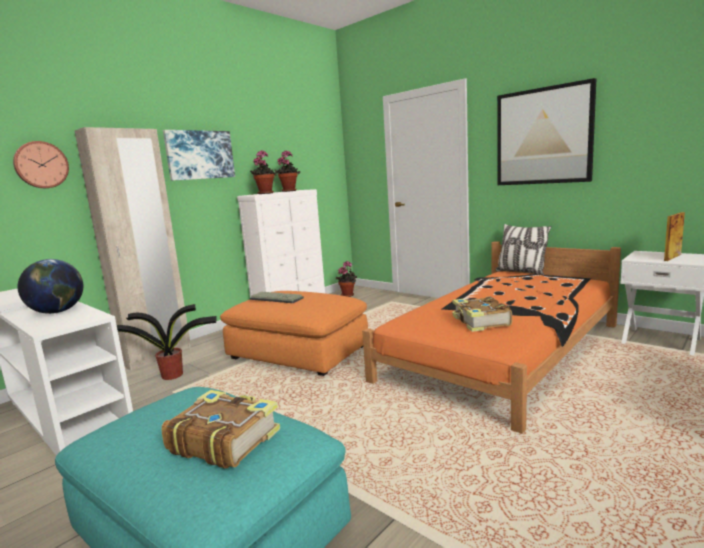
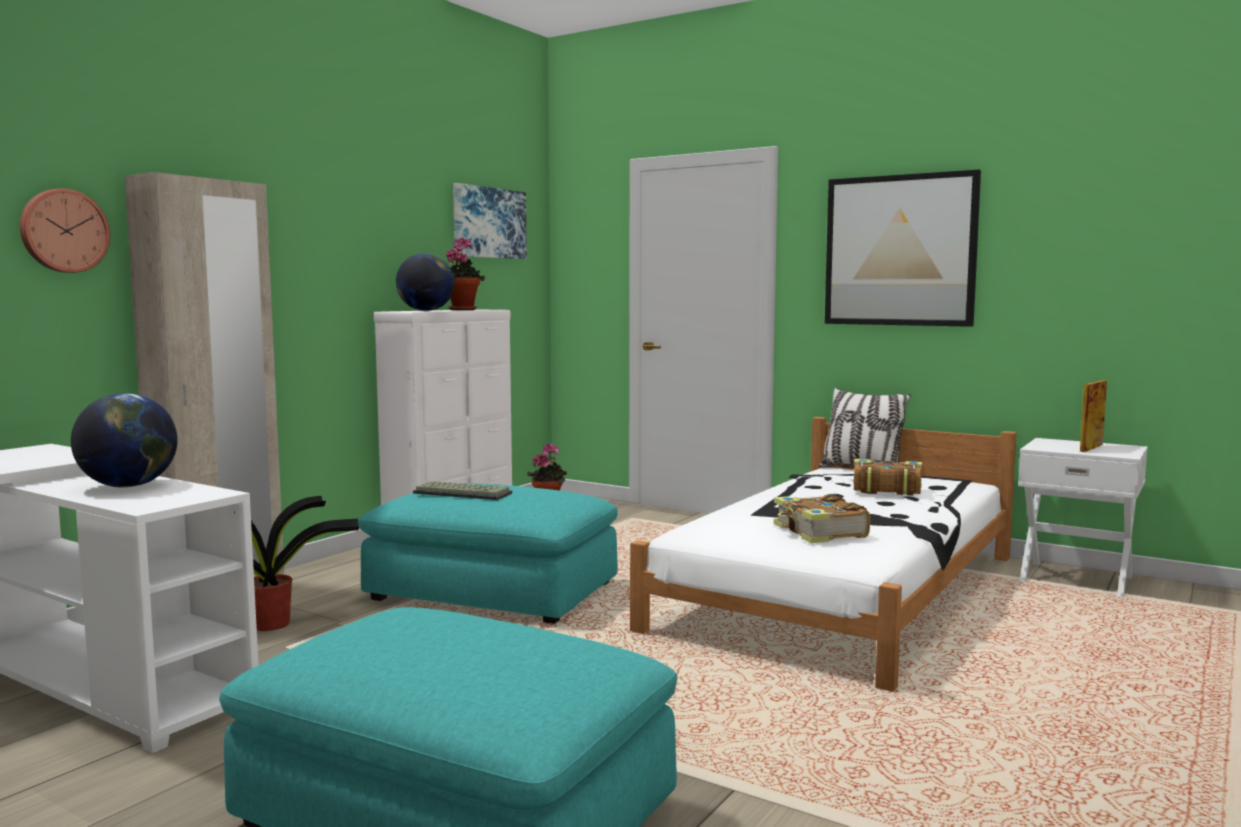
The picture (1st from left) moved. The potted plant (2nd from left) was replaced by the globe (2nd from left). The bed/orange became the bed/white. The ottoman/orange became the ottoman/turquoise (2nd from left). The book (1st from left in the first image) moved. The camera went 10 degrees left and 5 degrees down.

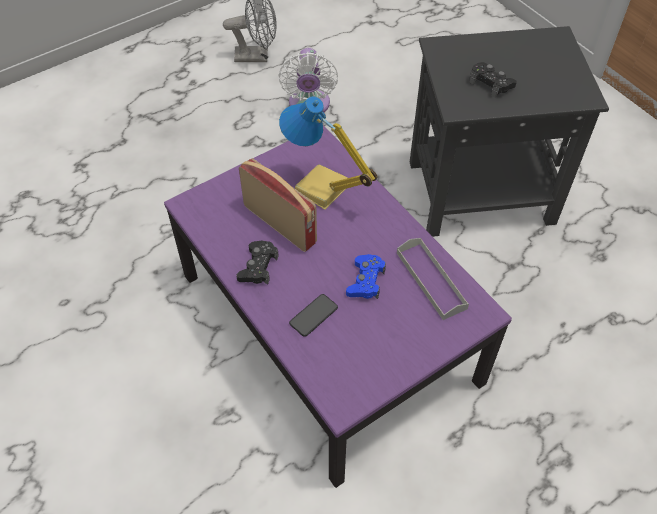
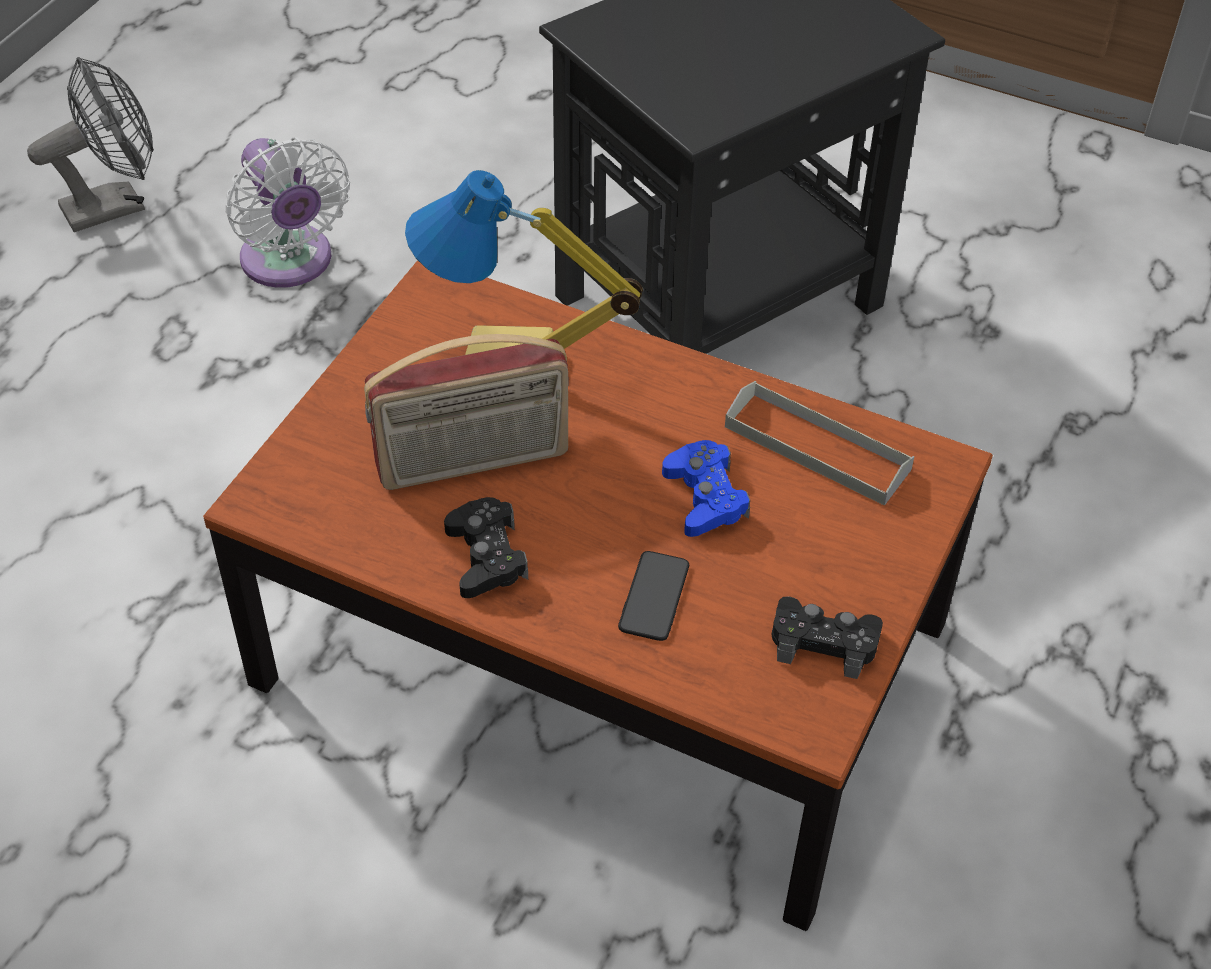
The game controller/black (2nd from left) moved. The coffee table/purple became the coffee table/brown. The radio turned 150 degrees clockwise. The camera went 30 degrees left and 5 degrees down.

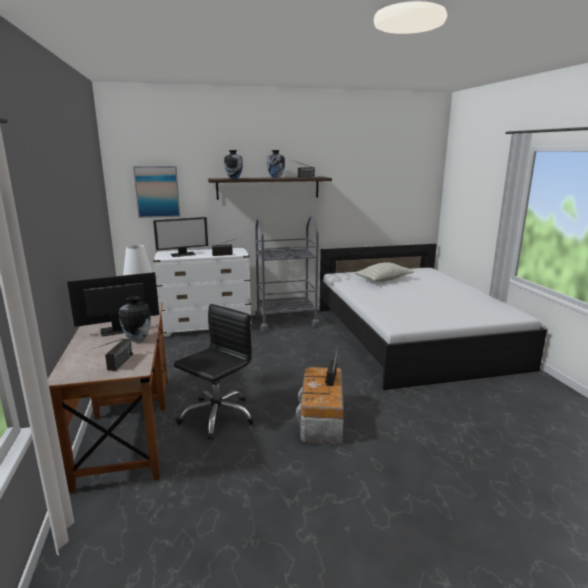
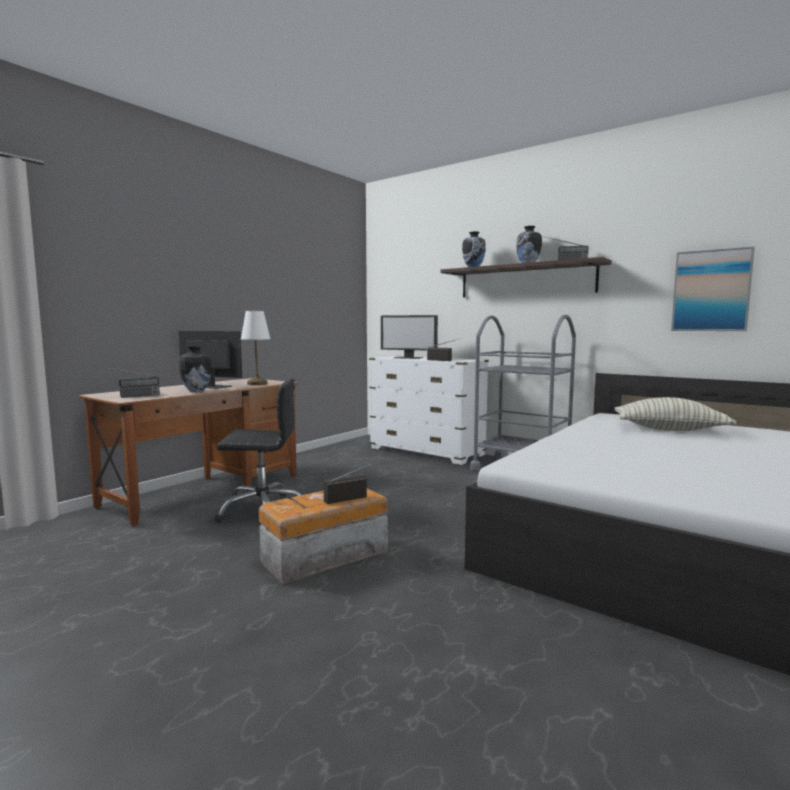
The picture moved. The camera went 50 degrees right and 10 degrees down.

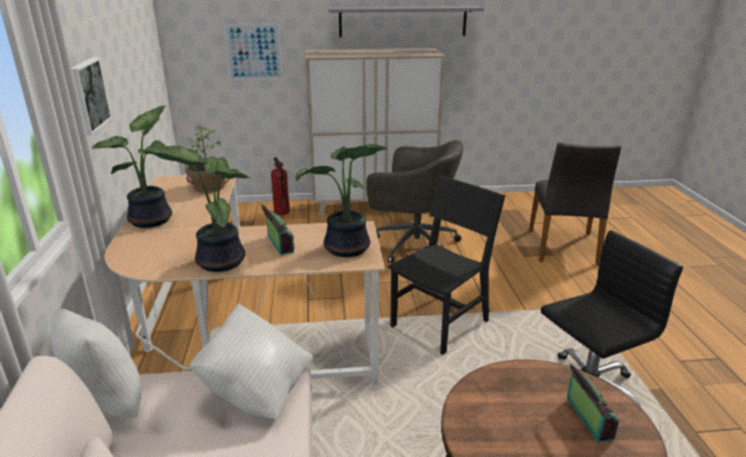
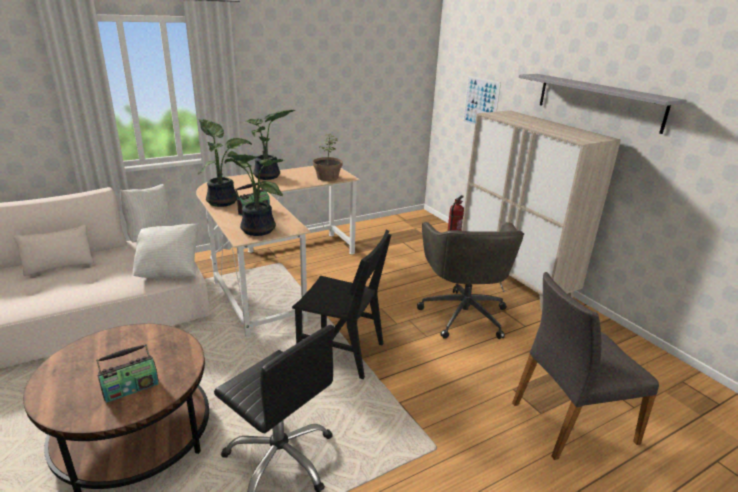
The picture (1st from left) disappeared. The camera went 65 degrees right and 0 degrees up.

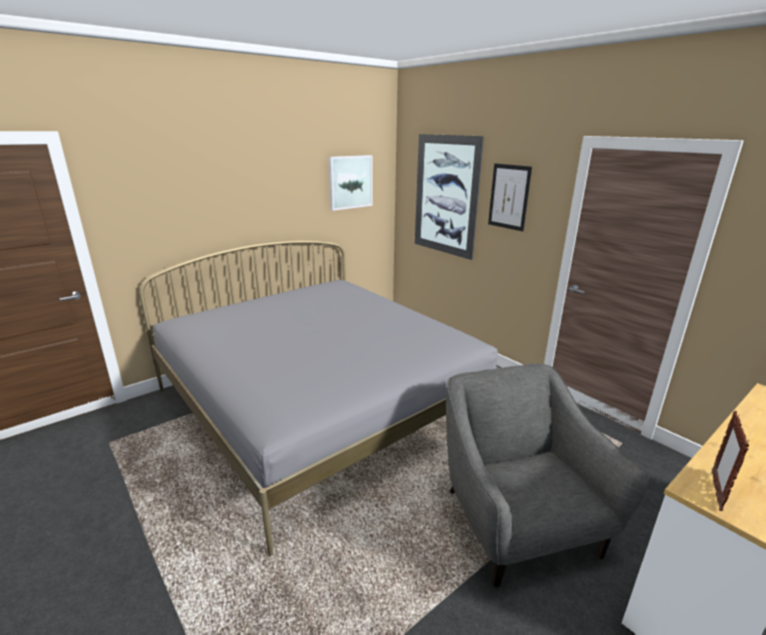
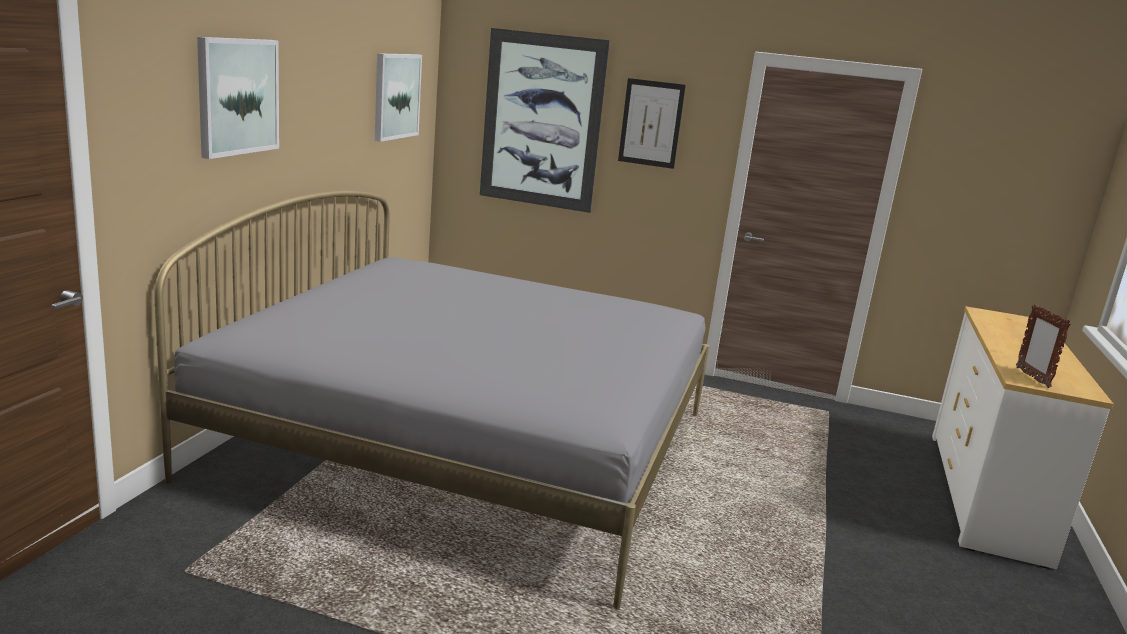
The armchair/grey disappeared. The picture (1st from left) appeared. The camera went 35 degrees left and 5 degrees down.

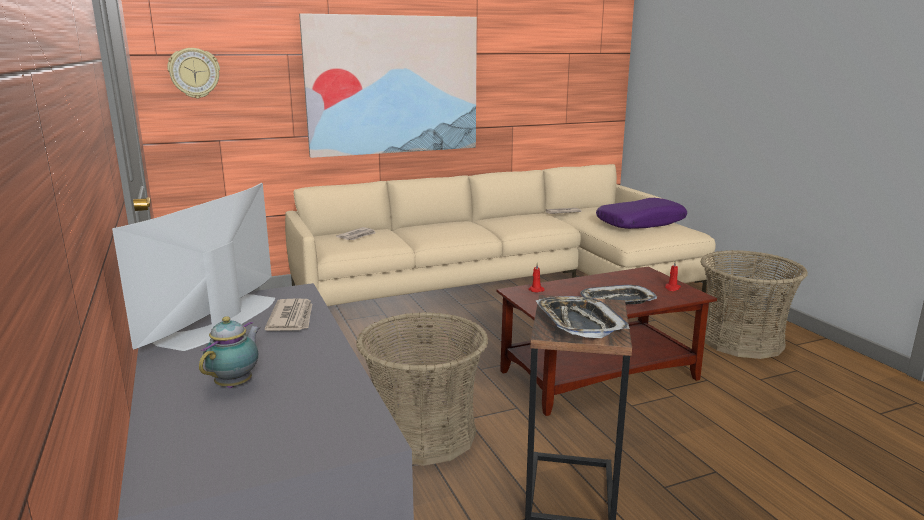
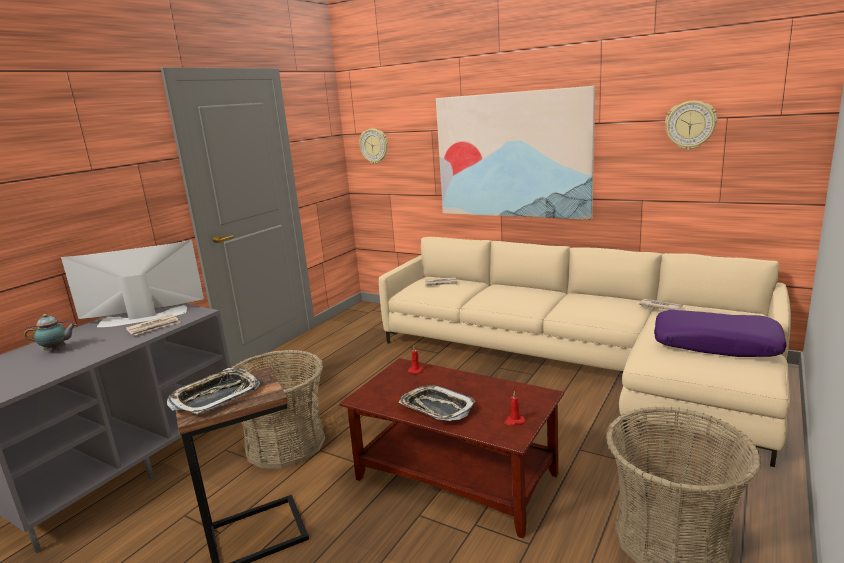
The wall clock (2nd from left) appeared. The camera went 55 degrees right and 0 degrees up.

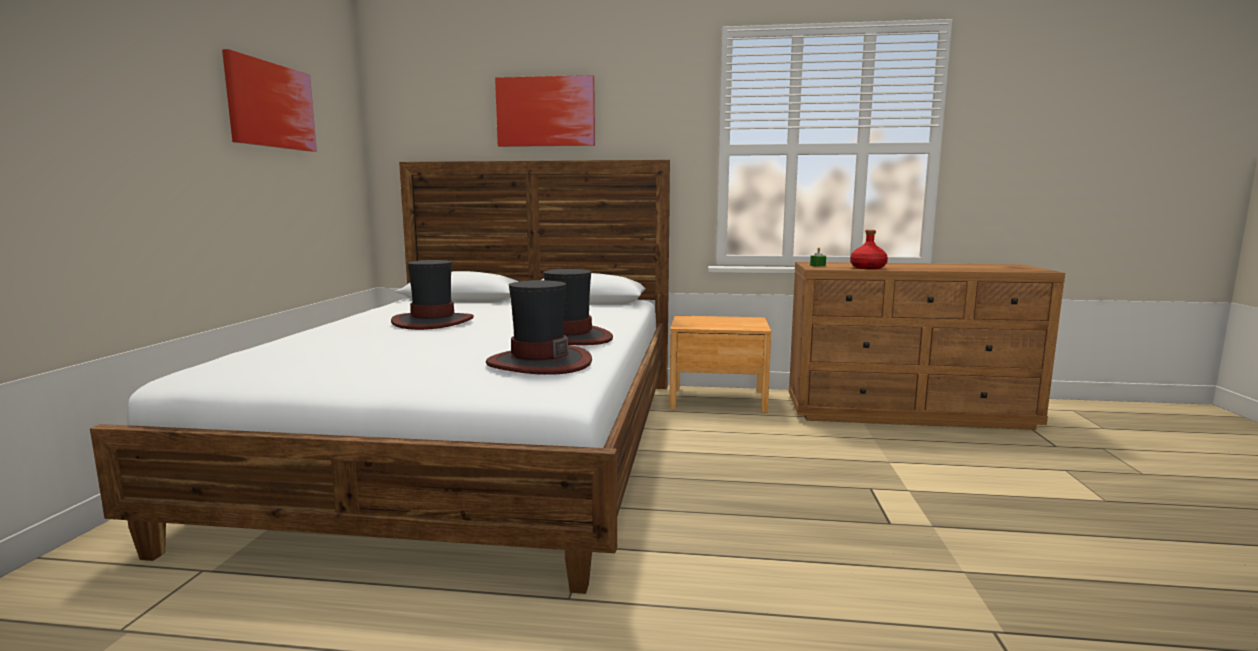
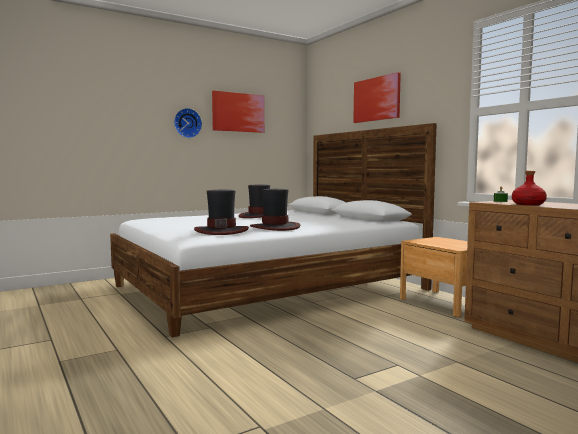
The wall clock appeared. The camera went 50 degrees right and 5 degrees down.

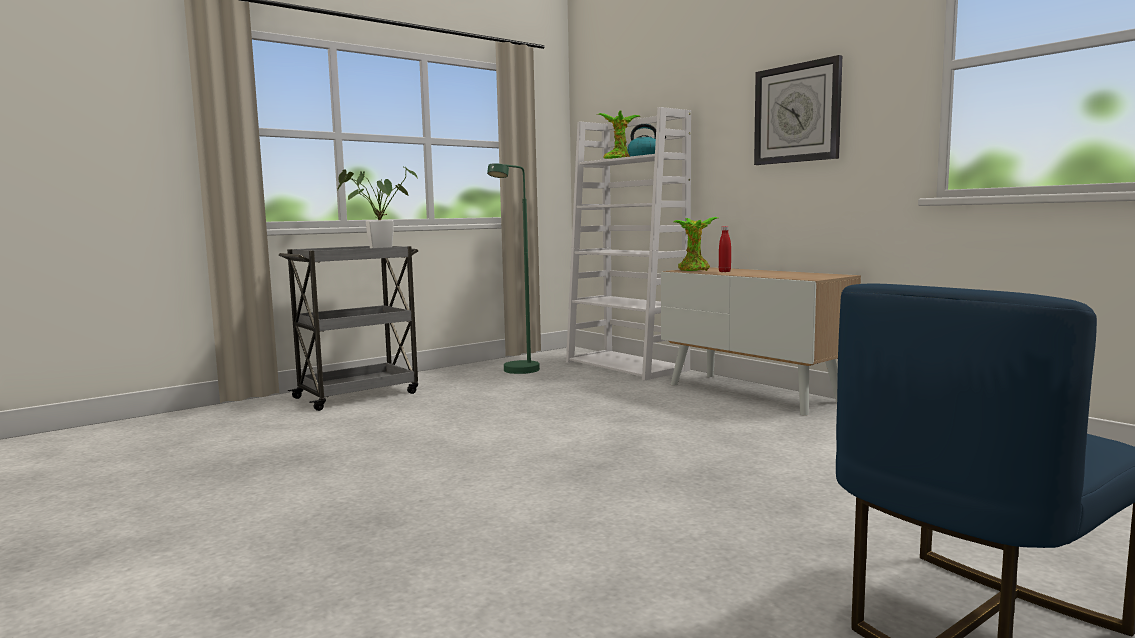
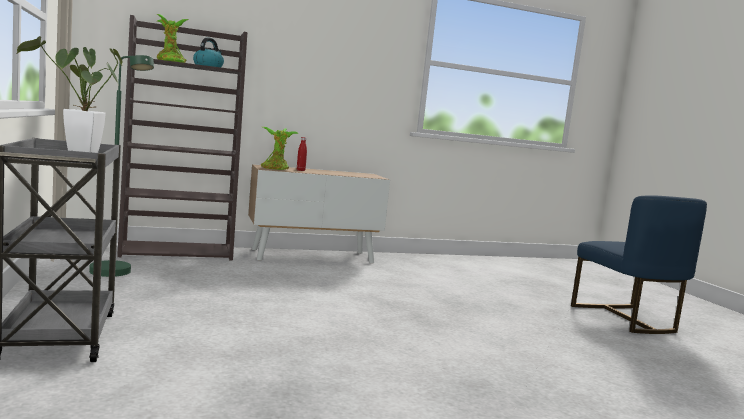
The wall clock disappeared. The bookcase/white became the bookcase/brown. The camera went 70 degrees left and 0 degrees up.

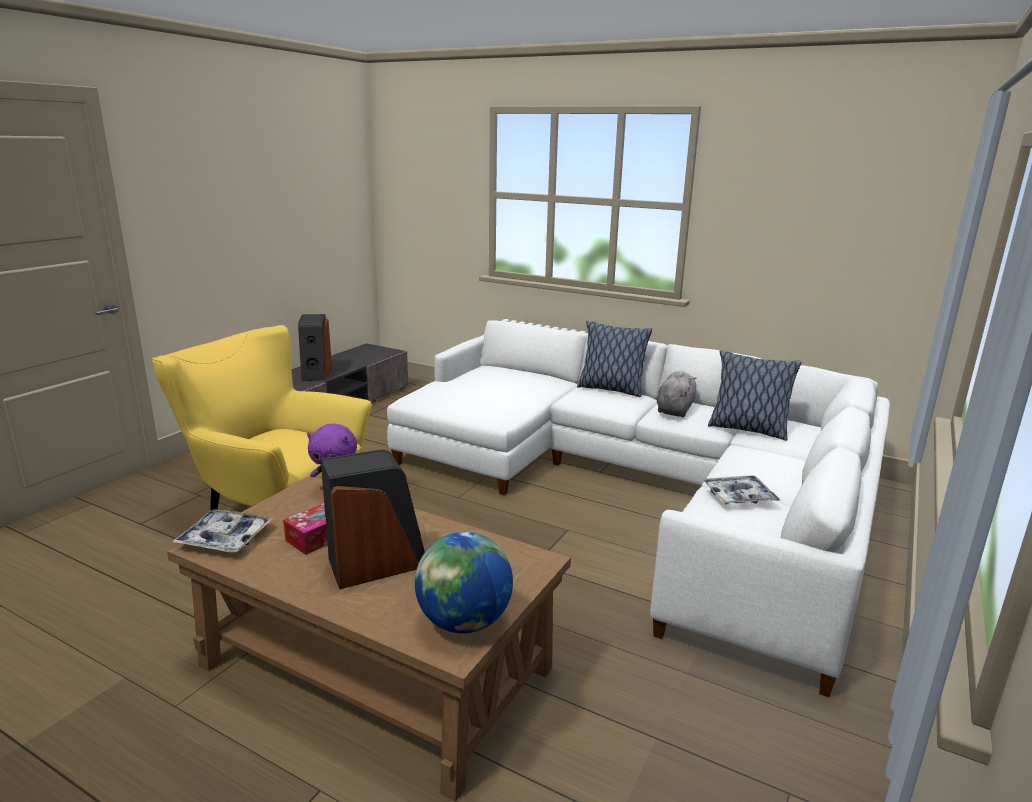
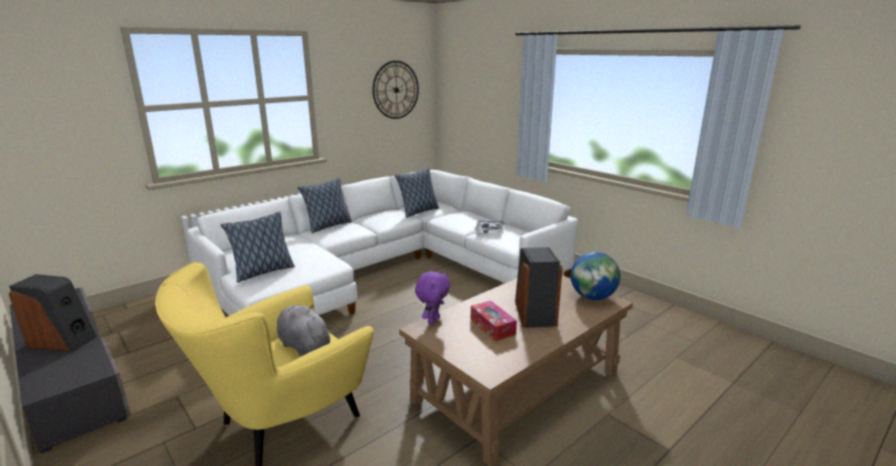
The plush toy/grey moved. The tray (1st from left) disappeared. The wall clock appeared. The pillow (1st from left) appeared. The camera went 70 degrees left and 0 degrees up.

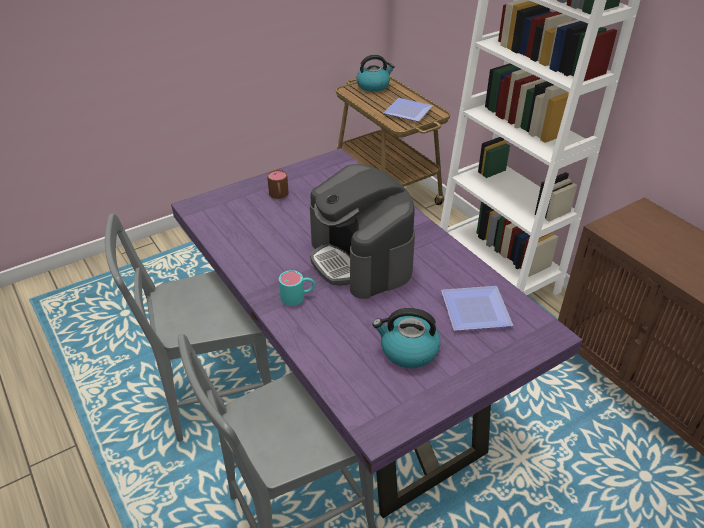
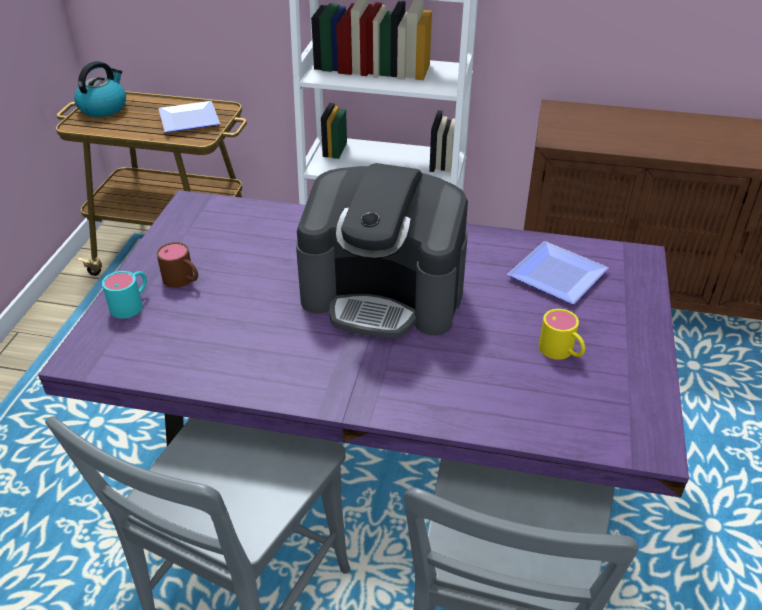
The mug/turquoise moved. The kettle (2nd from left) was replaced by the mug/yellow. The camera went 45 degrees left and 0 degrees up.

